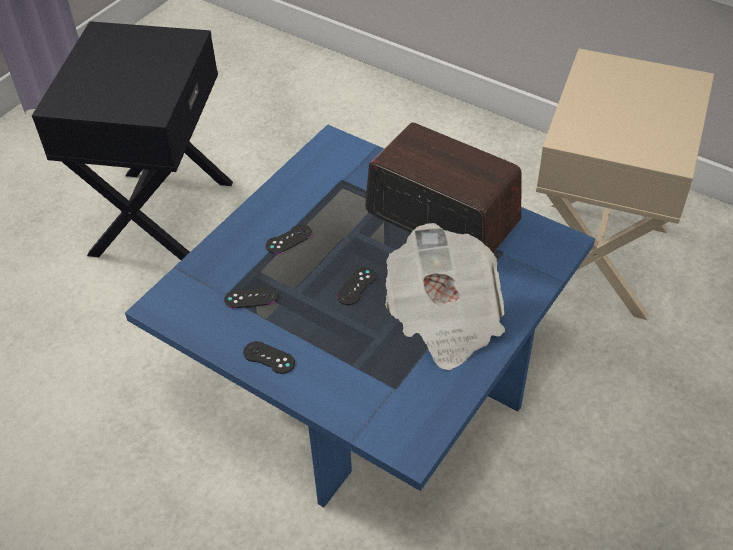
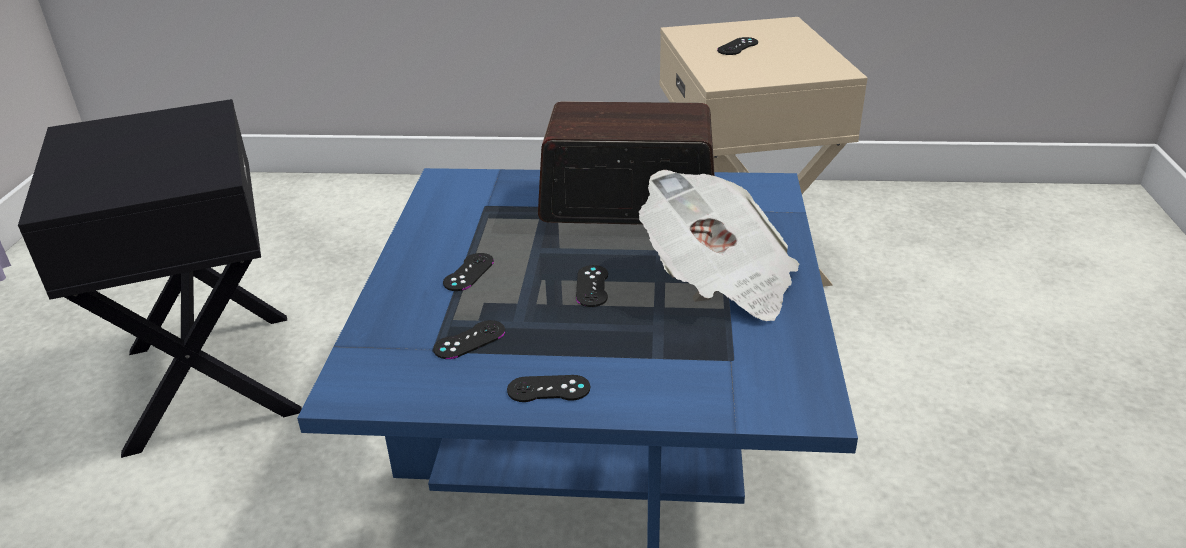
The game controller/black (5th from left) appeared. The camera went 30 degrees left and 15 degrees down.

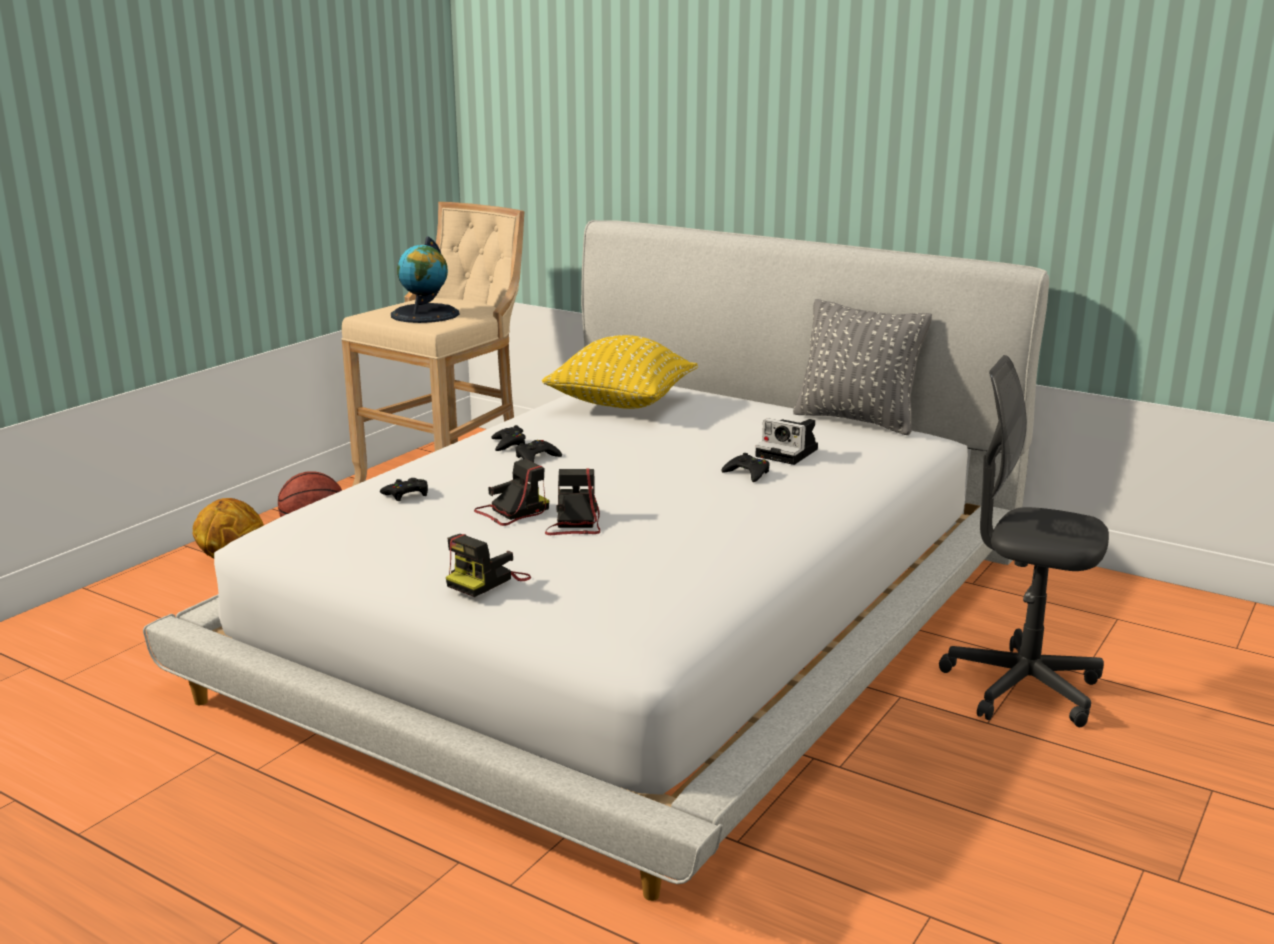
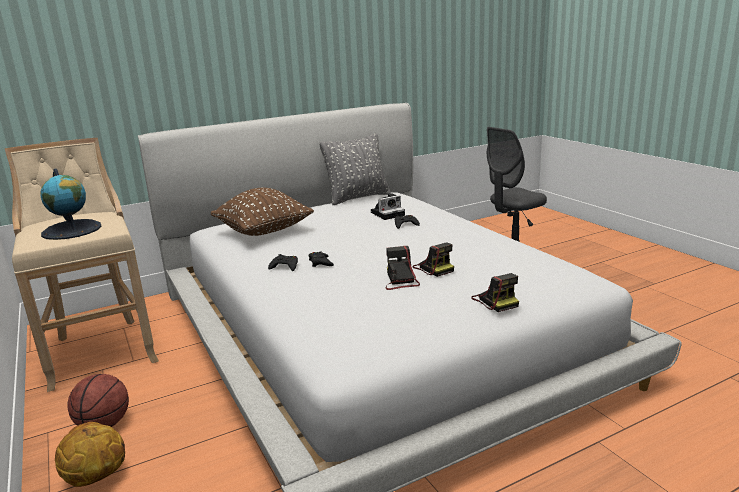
The pillow/yellow became the pillow/brown. The photo camera (3rd from left) turned 150 degrees counterclockwise. The game controller/black (1st from left) disappeared. The camera went 60 degrees left and 0 degrees up.

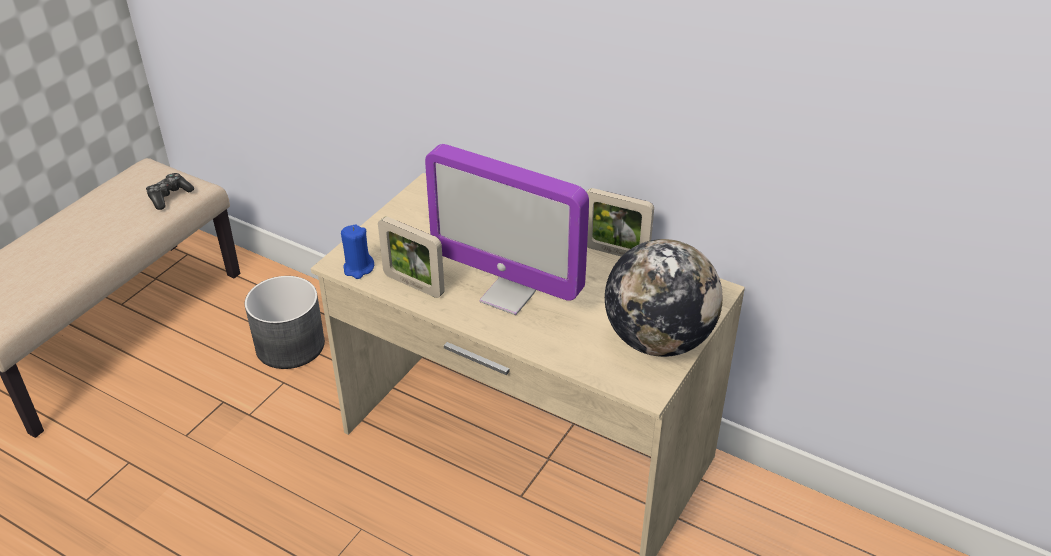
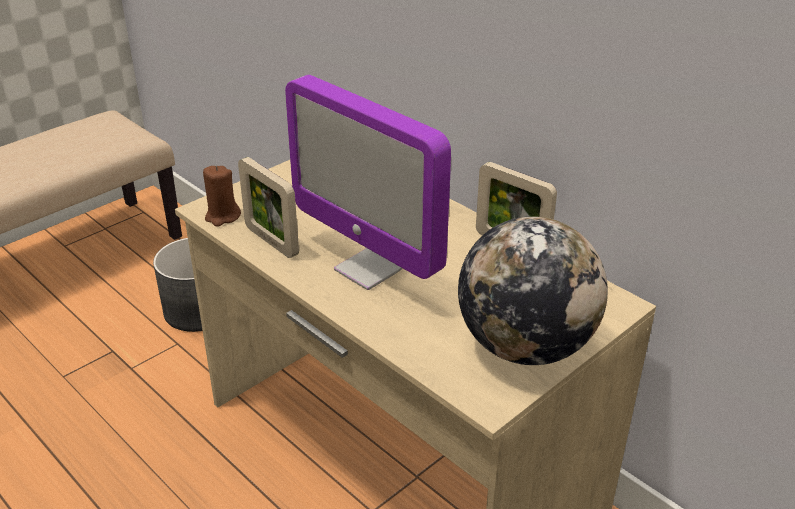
The game controller disappeared. The candle/blue became the candle/brown. The camera went 15 degrees right and 5 degrees down.

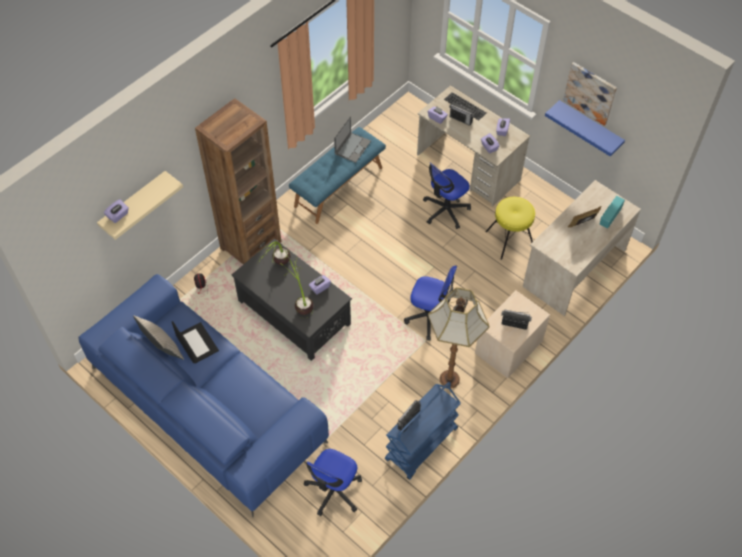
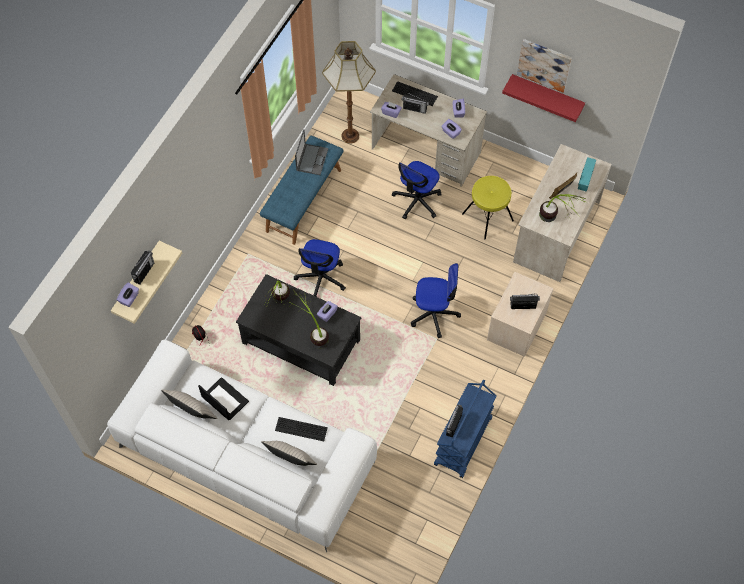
The bookcase/brown disappeared. The shelf/blue became the shelf/red. The sofa/blue became the sofa/white. The floor lamp moved. The office chair (1st from left) moved. The potted plant (3rd from left) appeared. The radio (1st from left) appeared. The keyboard (1st from left) appeared. The pillow/beige (2nd from left) appeared. The camera went 15 degrees left and 5 degrees up.

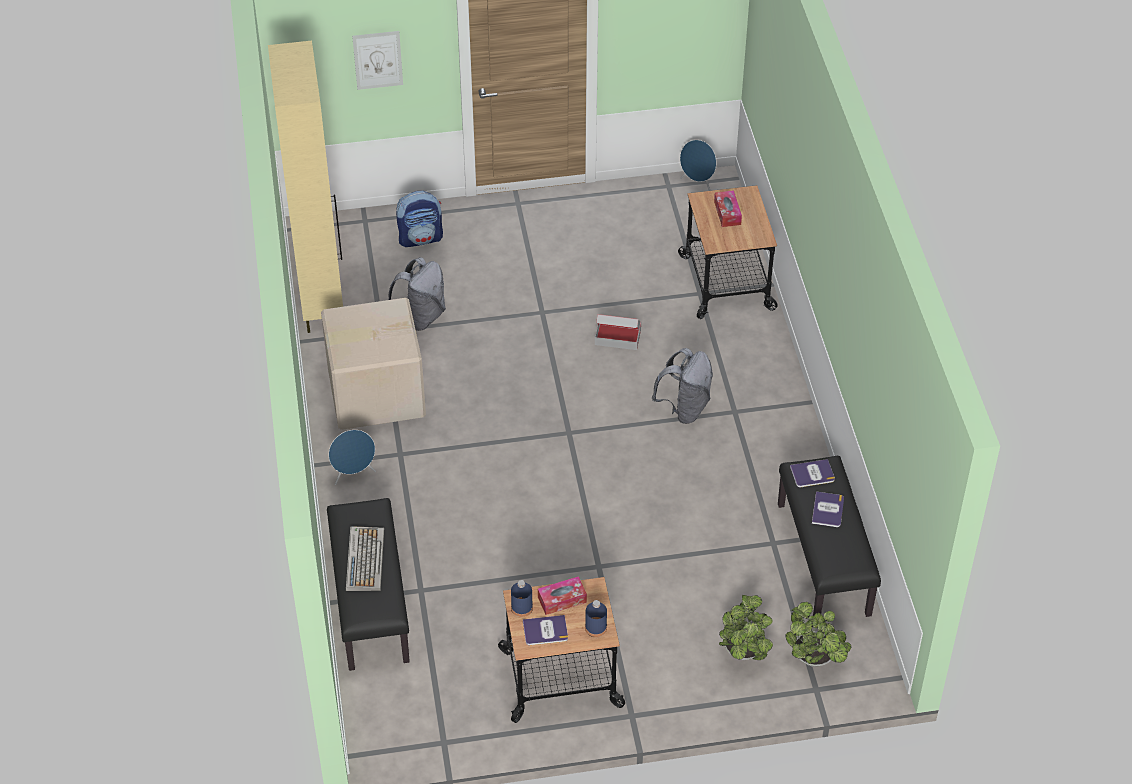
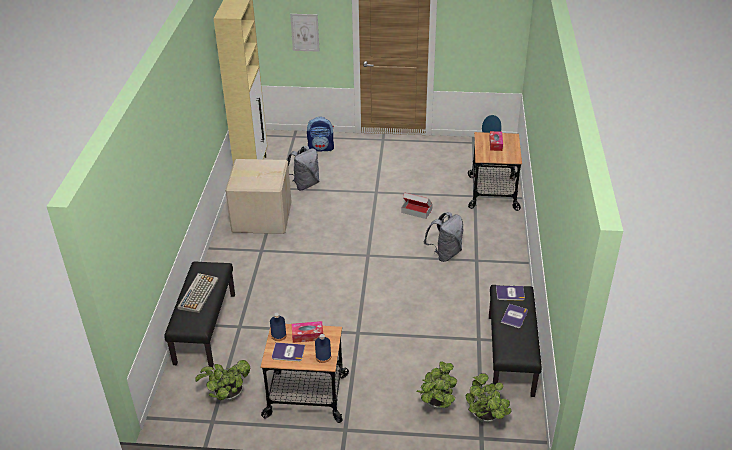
The speaker/blue (1st from left) disappeared. The potted plant (1st from left) appeared. The camera went 15 degrees right and 10 degrees down.

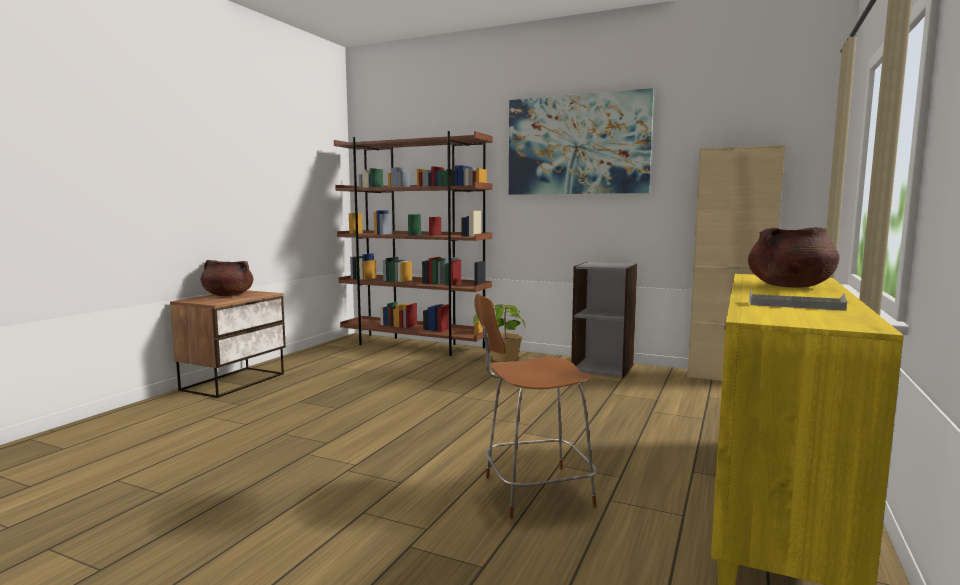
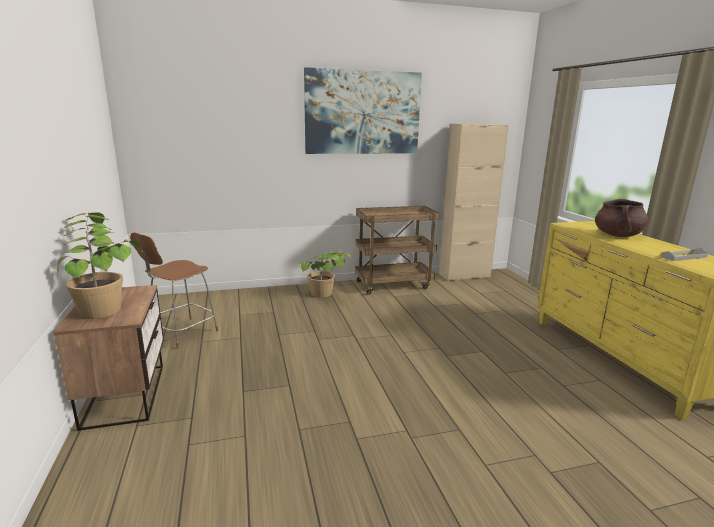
The bookcase/brown disappeared. The cooking pot/brown (1st from left) was replaced by the potted plant (1st from left). The bookcase/grey was replaced by the cart/brown. The chair/brown moved. The camera went 40 degrees left and 10 degrees up.

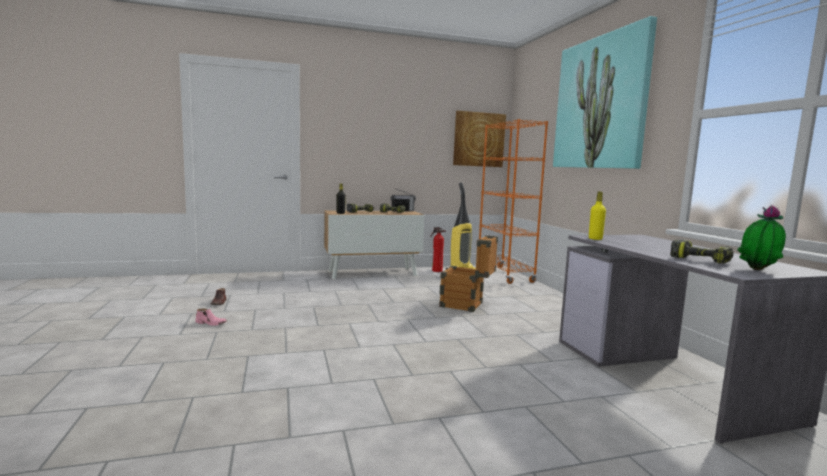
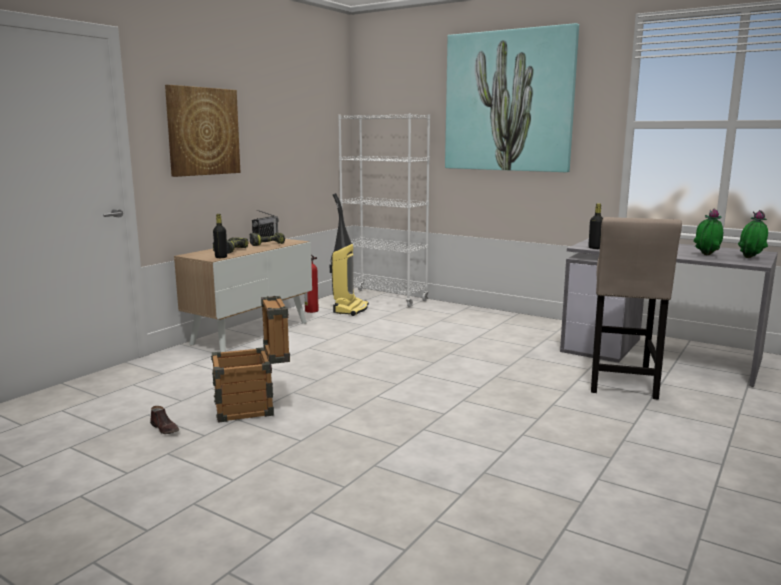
The picture (1st from left) moved. The bookcase/orange became the bookcase/white. The bottle/yellow became the bottle/black (2nd from left). The crate moved. The power drill (3rd from left) was replaced by the potted plant (1st from left). The shoe/pink disappeared. The stool/beige appeared. The camera went 40 degrees left and 5 degrees up.

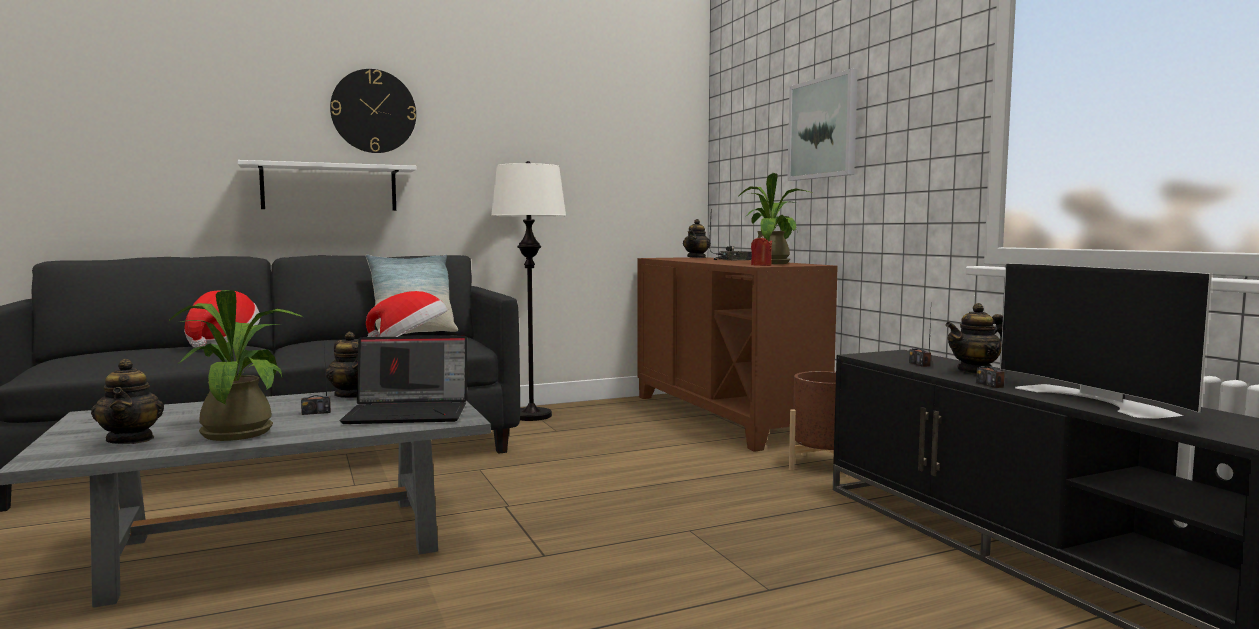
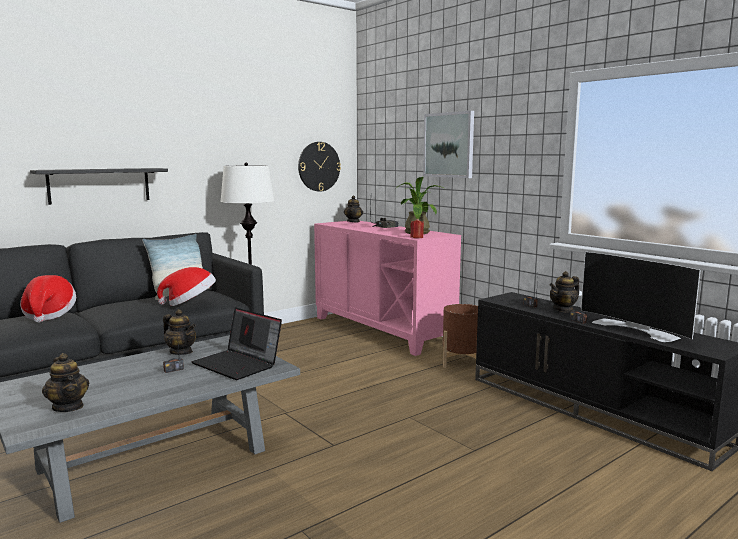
The wall clock moved. The shelf/white became the shelf/black. The cabinet/brown became the cabinet/pink. The potted plant (1st from left) disappeared. The laptop turned 60 degrees clockwise. The camera went 15 degrees left and 5 degrees up.

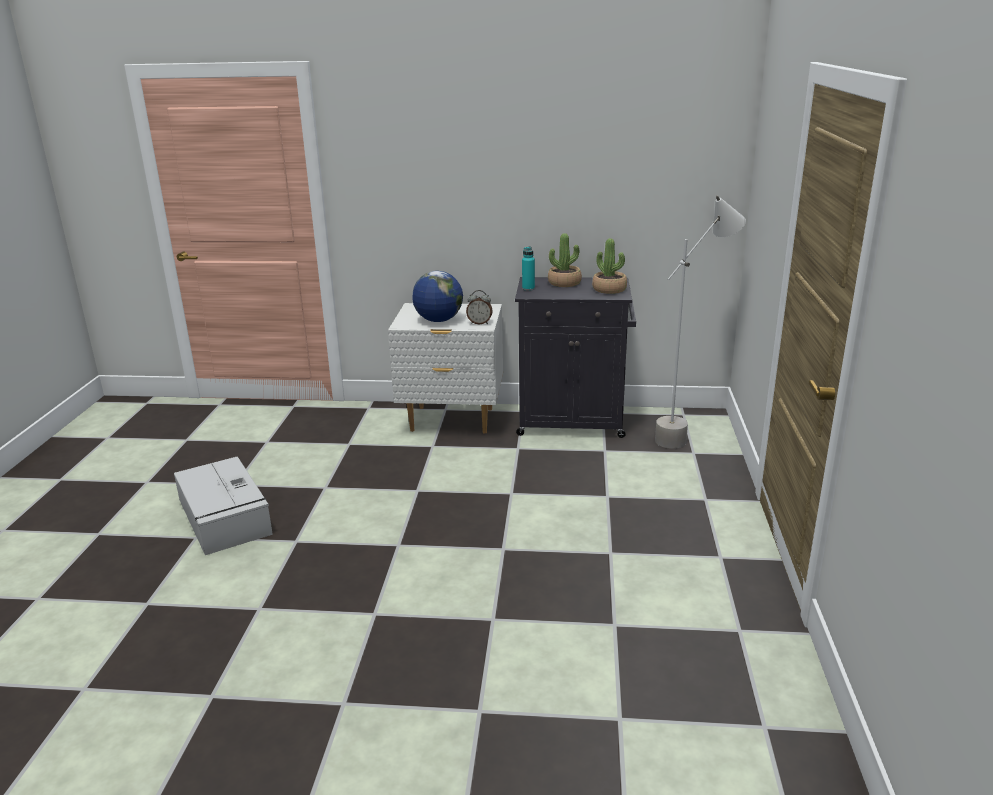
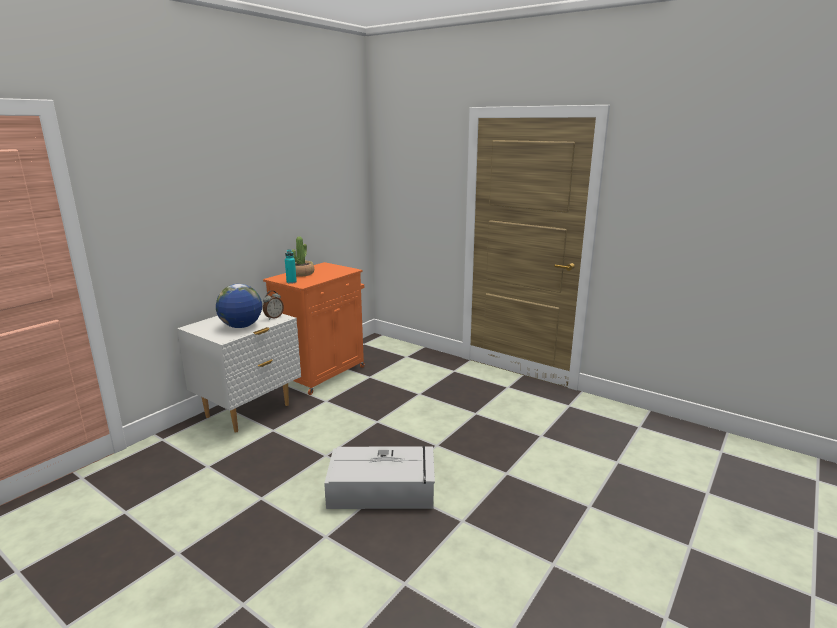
The floor lamp/grey disappeared. The potted plant (2nd from left) disappeared. The cabinet/black became the cabinet/orange. The storage box/grey moved. The camera went 60 degrees left and 5 degrees down.

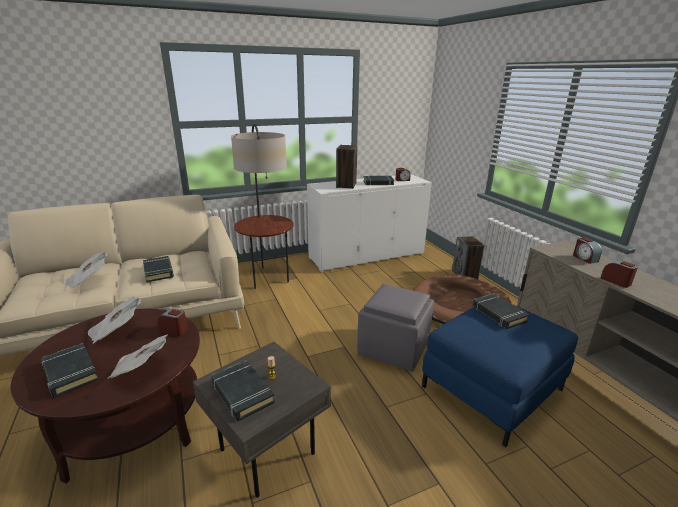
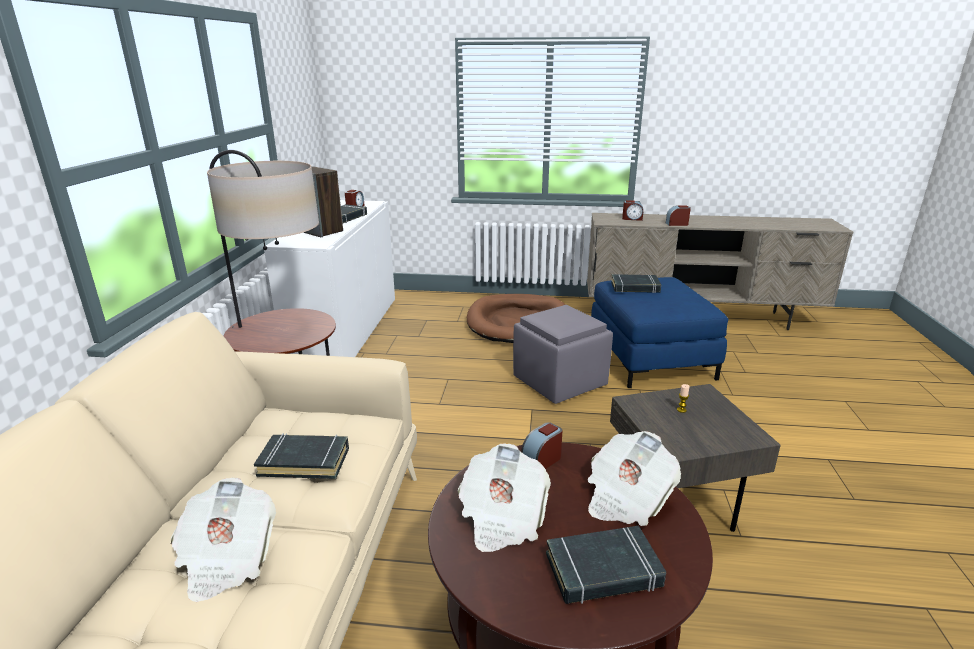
The speaker (2nd from left) disappeared. The book/black (3rd from left) disappeared. The camera went 60 degrees left and 0 degrees up.

